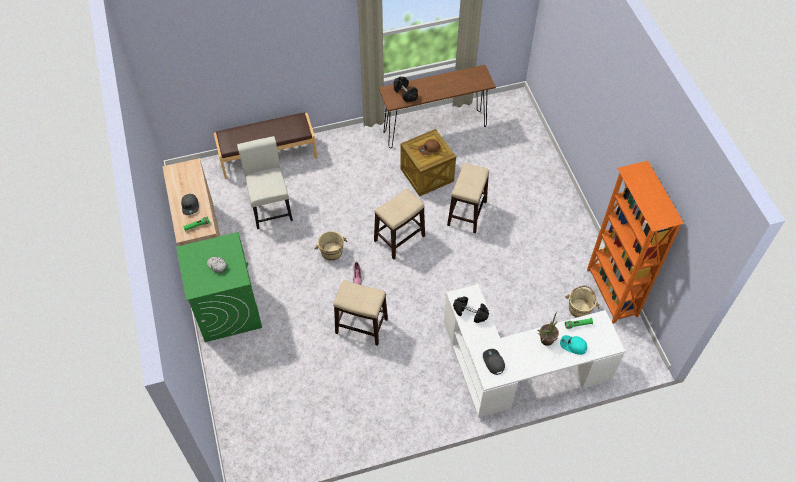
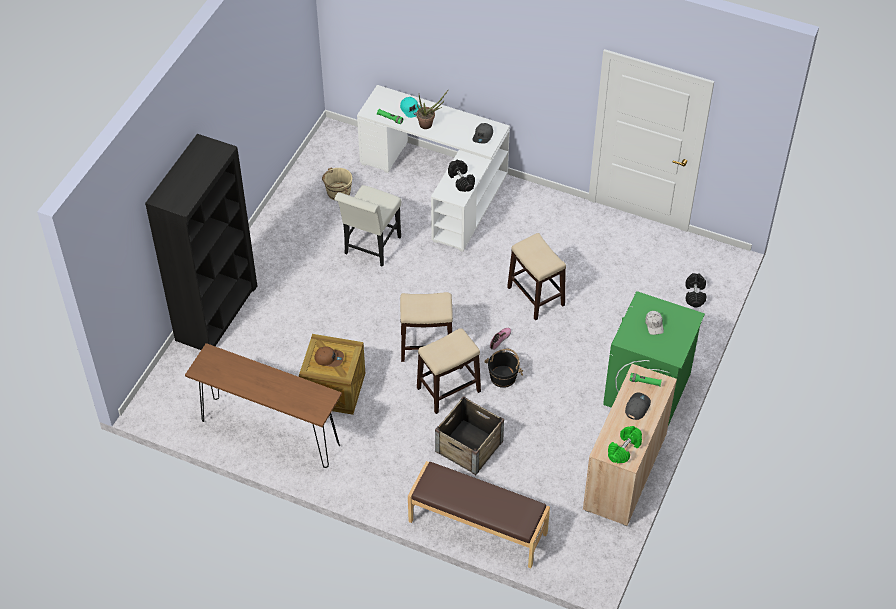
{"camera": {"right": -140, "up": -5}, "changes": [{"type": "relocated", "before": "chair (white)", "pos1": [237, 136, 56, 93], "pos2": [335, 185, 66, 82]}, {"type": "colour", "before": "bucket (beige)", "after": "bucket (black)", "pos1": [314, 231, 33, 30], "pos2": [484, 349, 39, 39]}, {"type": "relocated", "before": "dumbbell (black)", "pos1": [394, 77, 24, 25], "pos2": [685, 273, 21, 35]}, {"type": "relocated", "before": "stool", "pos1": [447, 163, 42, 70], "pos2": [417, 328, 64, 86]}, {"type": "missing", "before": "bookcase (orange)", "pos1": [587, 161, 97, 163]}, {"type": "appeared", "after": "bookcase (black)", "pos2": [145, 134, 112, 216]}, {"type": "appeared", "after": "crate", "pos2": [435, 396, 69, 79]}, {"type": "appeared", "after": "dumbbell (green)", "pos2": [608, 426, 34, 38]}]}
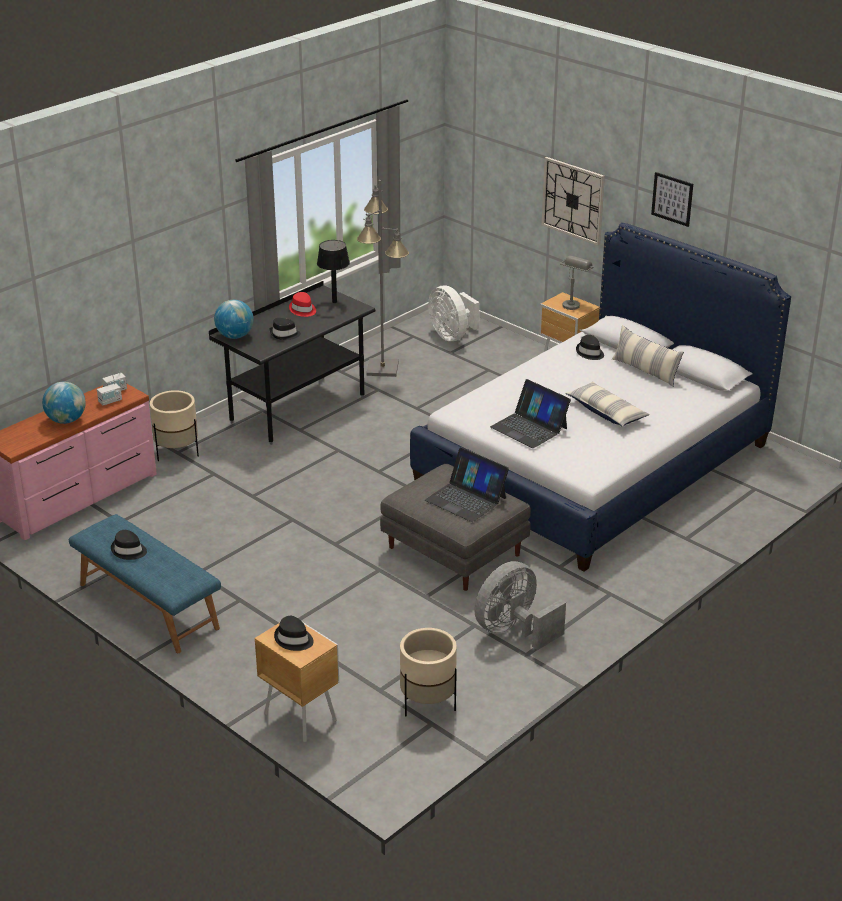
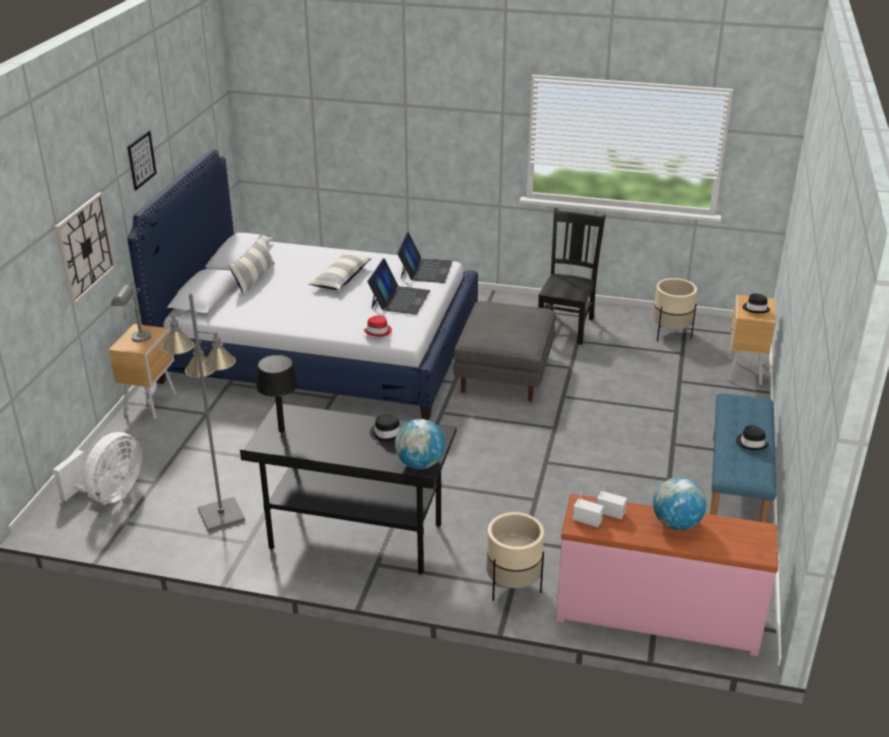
{"camera": {"right": -120, "up": 0}, "changes": [{"type": "relocated", "before": "hat (red)", "pos1": [289, 292, 27, 25], "pos2": [364, 315, 28, 22]}, {"type": "relocated", "before": "laptop", "pos1": [425, 447, 84, 75], "pos2": [397, 232, 55, 51]}, {"type": "exchanged", "before": "fan (grey)", "after": "chair (black)", "pos1": [474, 561, 92, 89], "pos2": [538, 208, 68, 137]}, {"type": "missing", "before": "hat (black)", "pos1": [576, 335, 28, 25]}]}
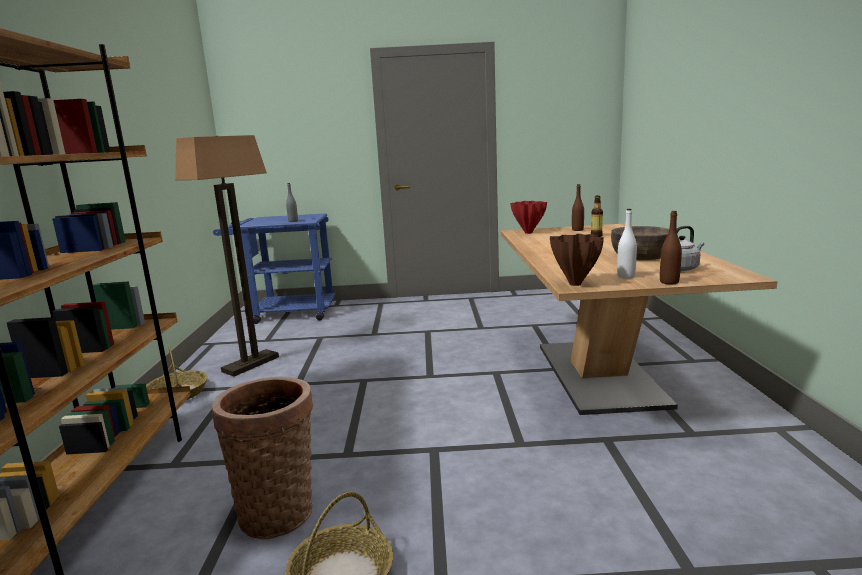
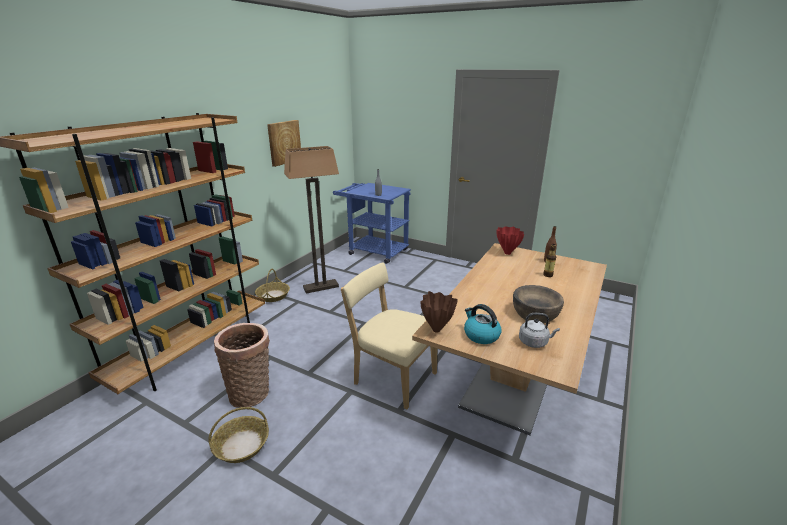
{"camera": {"right": 30, "up": 10}, "changes": [{"type": "exchanged", "before": "bottle (white)", "after": "kettle", "pos1": [617, 209, 20, 70], "pos2": [464, 304, 37, 40]}, {"type": "missing", "before": "bottle (brown)", "pos1": [660, 211, 22, 74]}, {"type": "appeared", "after": "picture", "pos2": [267, 120, 34, 47]}, {"type": "appeared", "after": "chair (beige)", "pos2": [341, 262, 96, 148]}]}
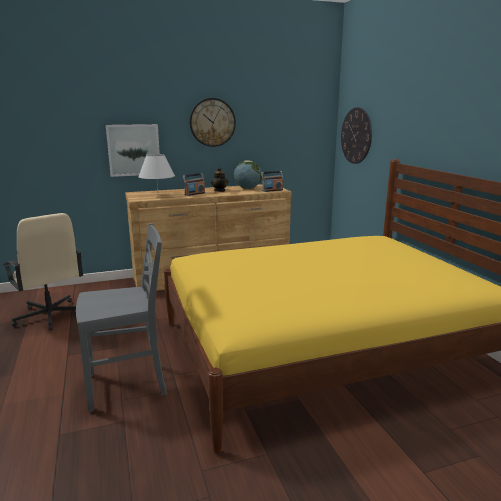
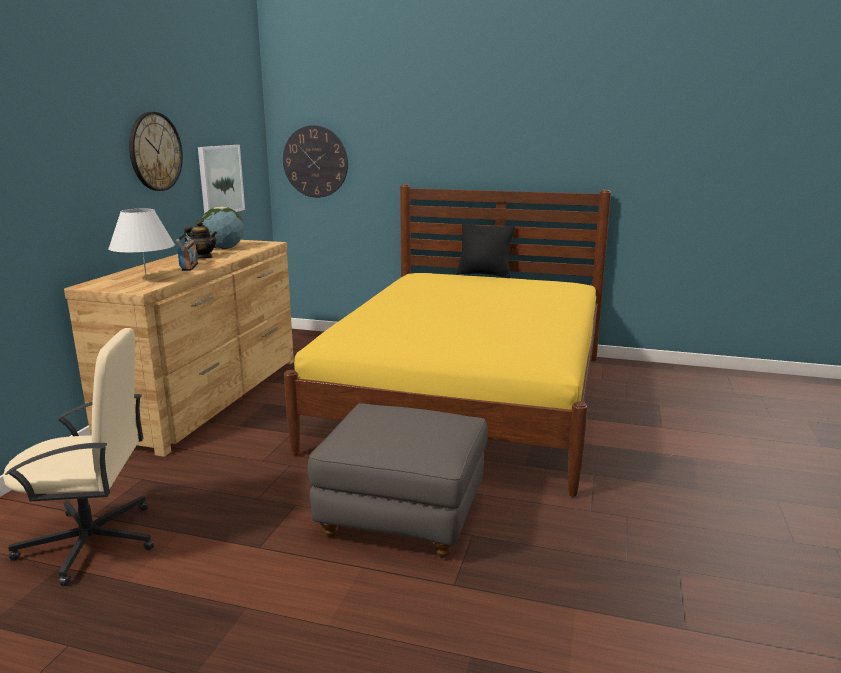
{"camera": {"right": -55, "up": 0}, "changes": [{"type": "exchanged", "before": "chair (grey)", "after": "ottoman (grey)", "pos1": [76, 223, 91, 189], "pos2": [308, 403, 180, 155]}, {"type": "relocated", "before": "picture", "pos1": [106, 124, 54, 53], "pos2": [198, 145, 47, 69]}, {"type": "missing", "before": "radio", "pos1": [261, 171, 22, 21]}, {"type": "appeared", "after": "pillow (black)", "pos2": [457, 223, 58, 55]}]}
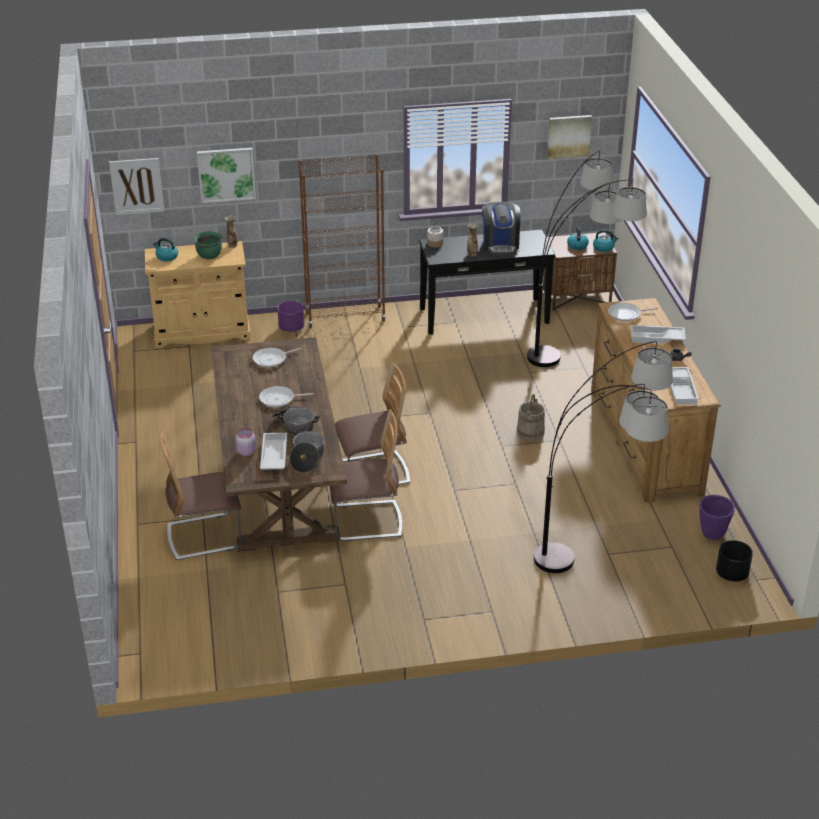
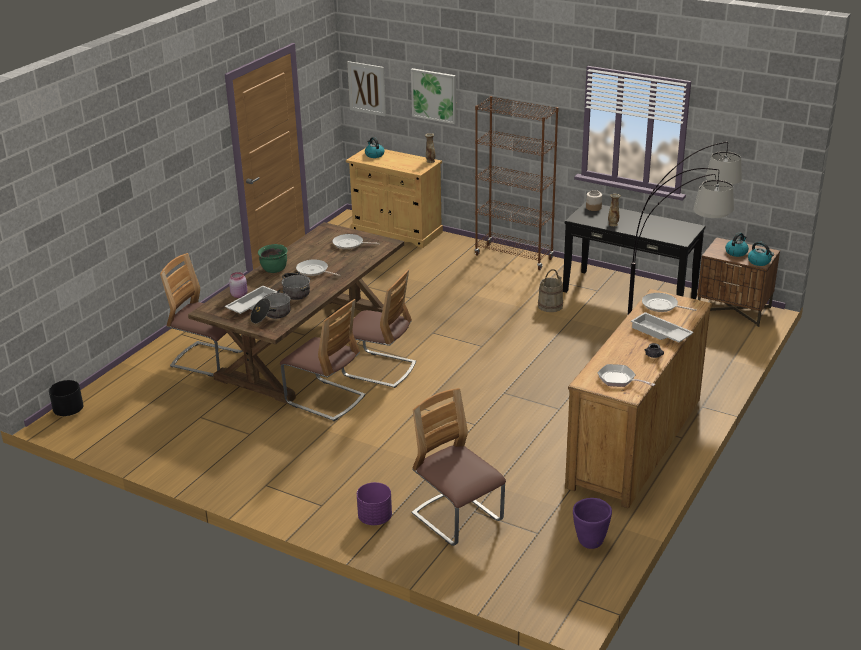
{"camera": {"right": 40, "up": -5}, "changes": [{"type": "relocated", "before": "cooking pot (green)", "pos1": [194, 231, 28, 28], "pos2": [258, 244, 30, 29]}, {"type": "relocated", "before": "planter (purple)", "pos1": [277, 301, 27, 31], "pos2": [357, 482, 35, 43]}, {"type": "missing", "before": "coffee machine", "pos1": [482, 202, 38, 53]}, {"type": "relocated", "before": "bucket (beige)", "pos1": [517, 394, 28, 47], "pos2": [538, 269, 25, 43]}, {"type": "exchanged", "before": "floor lamp", "after": "chair", "pos1": [534, 341, 139, 232], "pos2": [412, 388, 94, 158]}, {"type": "missing", "before": "picture", "pos1": [547, 115, 45, 44]}, {"type": "exchanged", "before": "tray (white)", "after": "frying pan", "pos1": [670, 367, 29, 38], "pos2": [597, 364, 59, 23]}, {"type": "relocated", "before": "planter (black)", "pos1": [716, 540, 37, 42], "pos2": [49, 380, 34, 36]}]}
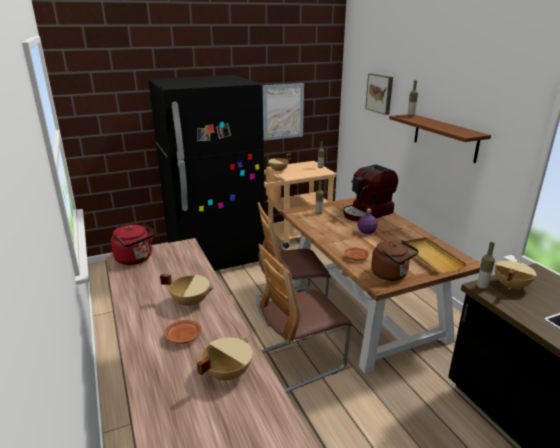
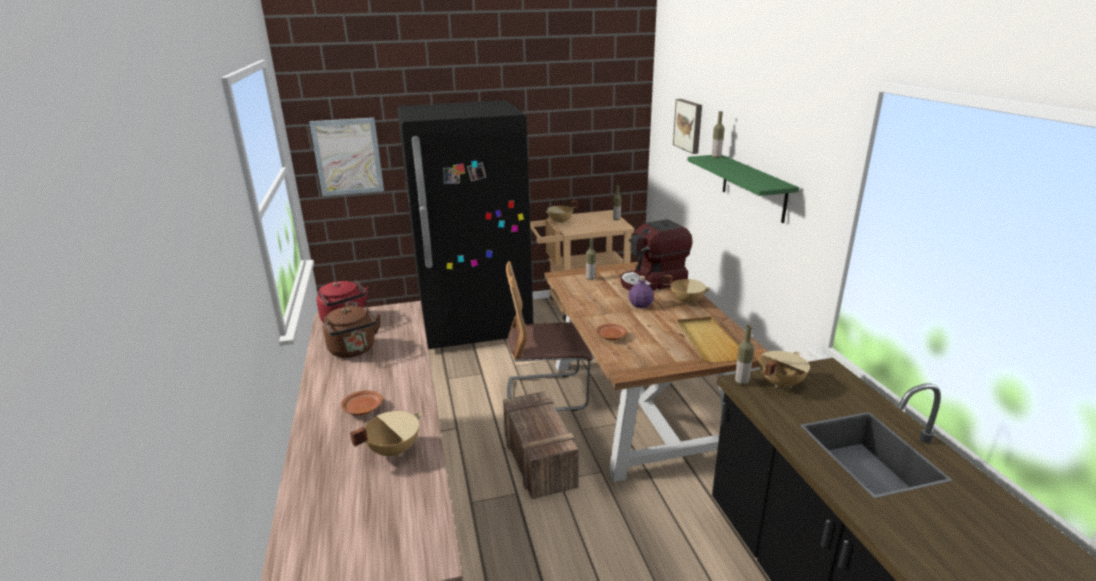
{"camera": {"right": 10, "up": 0}, "changes": [{"type": "relocated", "before": "cooking pot (beige)", "pos1": [160, 274, 54, 34], "pos2": [663, 275, 48, 30]}, {"type": "exchanged", "before": "chair", "after": "crate", "pos1": [259, 244, 93, 149], "pos2": [503, 391, 76, 108]}, {"type": "relocated", "before": "picture", "pos1": [263, 83, 41, 58], "pos2": [309, 118, 75, 78]}, {"type": "relocated", "before": "kettle (brown)", "pos1": [371, 240, 48, 41], "pos2": [323, 306, 58, 52]}, {"type": "colour", "before": "shelf (brown)", "after": "shelf (green)", "pos1": [389, 114, 102, 49], "pos2": [687, 155, 112, 68]}]}
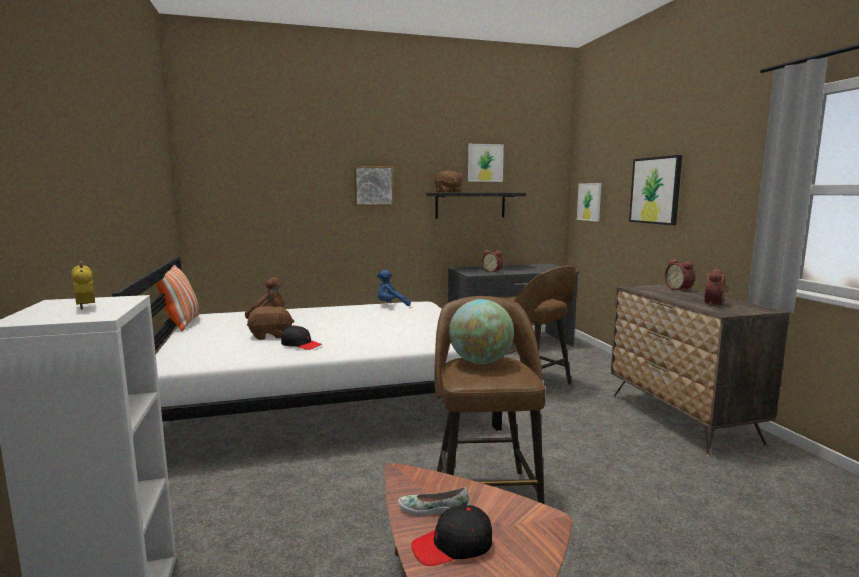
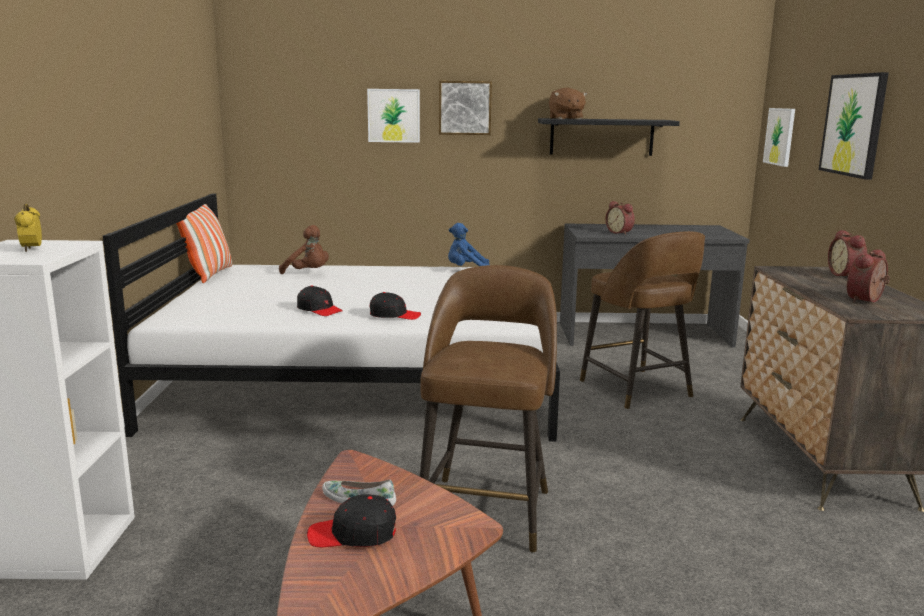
{"camera": {"right": 15, "up": 5}, "changes": [{"type": "missing", "before": "plush toy (brown)", "pos1": [247, 306, 48, 34]}, {"type": "missing", "before": "globe", "pos1": [449, 299, 65, 65]}, {"type": "relocated", "before": "picture", "pos1": [468, 144, 36, 38], "pos2": [367, 89, 53, 54]}, {"type": "appeared", "after": "cap (black)", "pos2": [370, 292, 51, 28]}]}
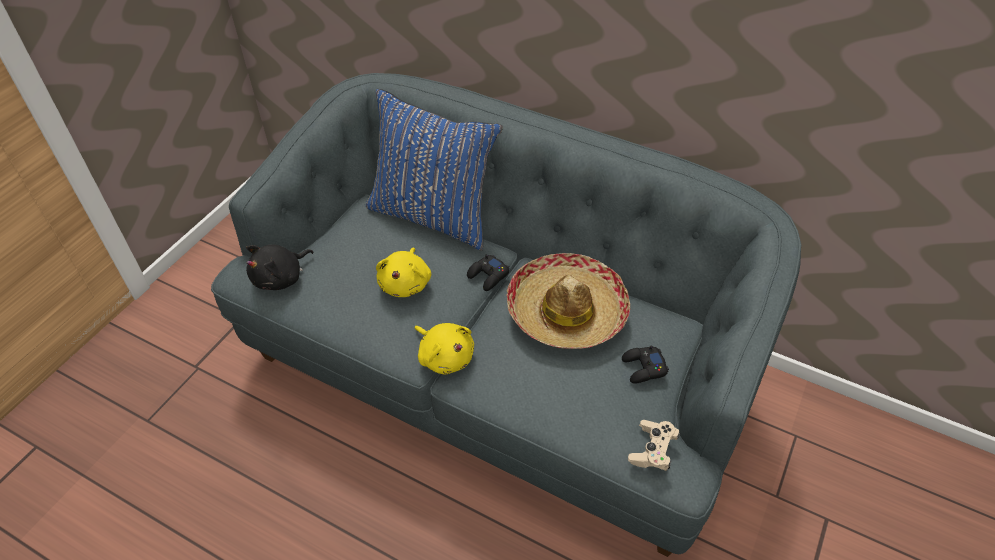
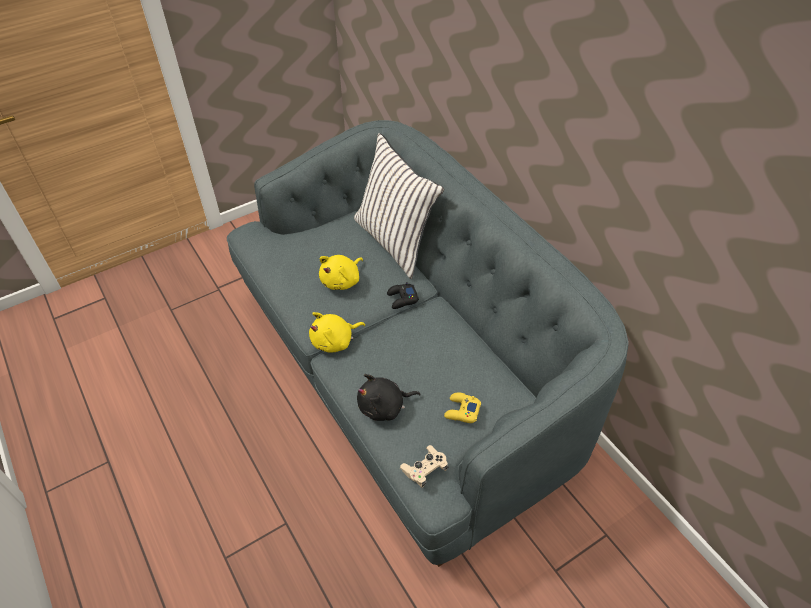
{"camera": {"right": 30, "up": 0}, "changes": [{"type": "relocated", "before": "plush toy (black)", "pos1": [246, 245, 67, 45], "pos2": [357, 374, 64, 47]}, {"type": "colour", "before": "pillow (blue)", "after": "pillow (white)", "pos1": [366, 89, 137, 162], "pos2": [354, 133, 90, 146]}, {"type": "spun", "before": "plush toy (yellow)", "pos1": [415, 323, 59, 52], "pos2": [309, 312, 56, 41], "turn": 75}, {"type": "missing", "before": "hat", "pos1": [506, 253, 124, 96]}, {"type": "colour", "before": "game controller (black)", "after": "game controller (yellow)", "pos1": [622, 345, 47, 39], "pos2": [444, 392, 37, 31]}]}
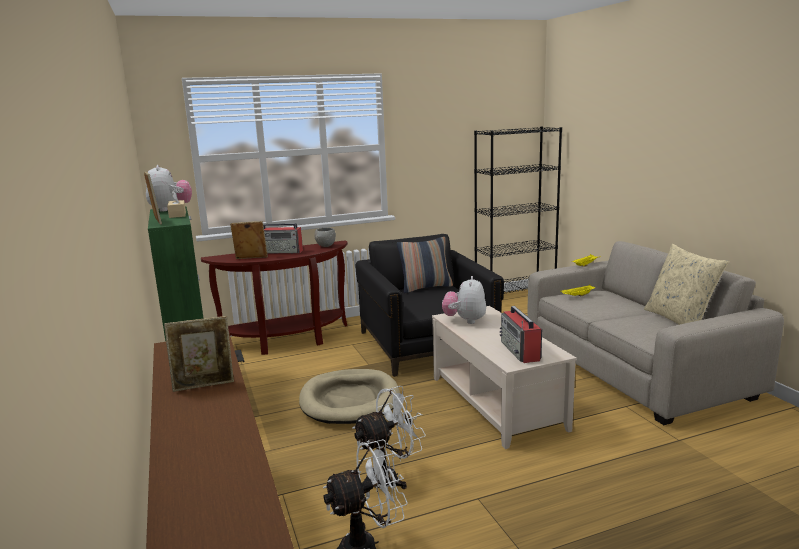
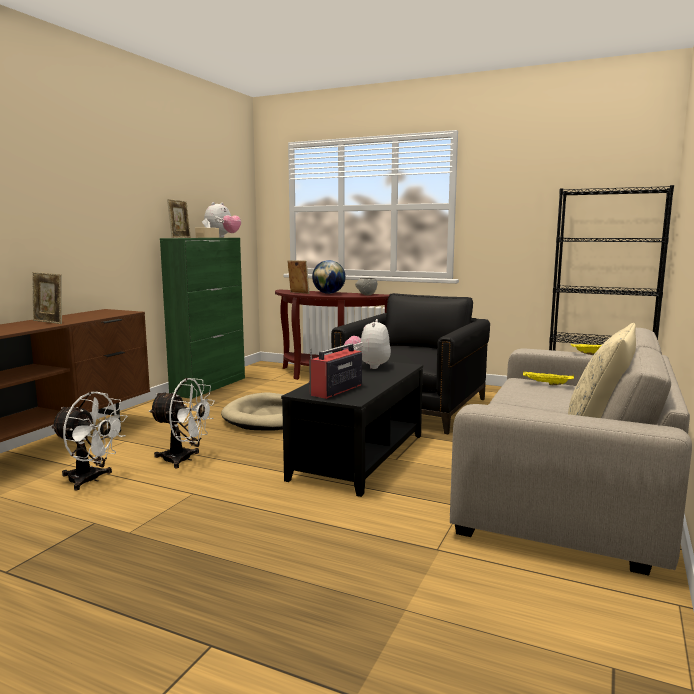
{"camera": {"right": 45, "up": -5}, "changes": [{"type": "exchanged", "before": "radio", "after": "globe", "pos1": [263, 223, 40, 31], "pos2": [312, 260, 34, 34]}, {"type": "missing", "before": "pillow", "pos1": [397, 237, 56, 56]}, {"type": "colour", "before": "coffee table (beige)", "after": "coffee table (black)", "pos1": [432, 306, 145, 143], "pos2": [281, 360, 142, 137]}, {"type": "spun", "before": "plush toy", "pos1": [442, 276, 44, 48], "pos2": [344, 319, 47, 50], "turn": -45}]}
